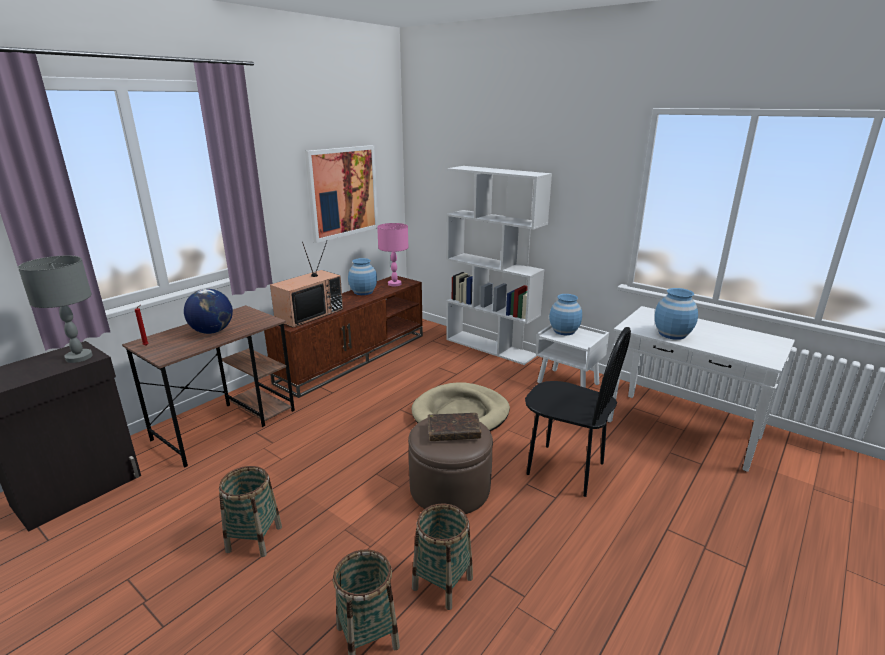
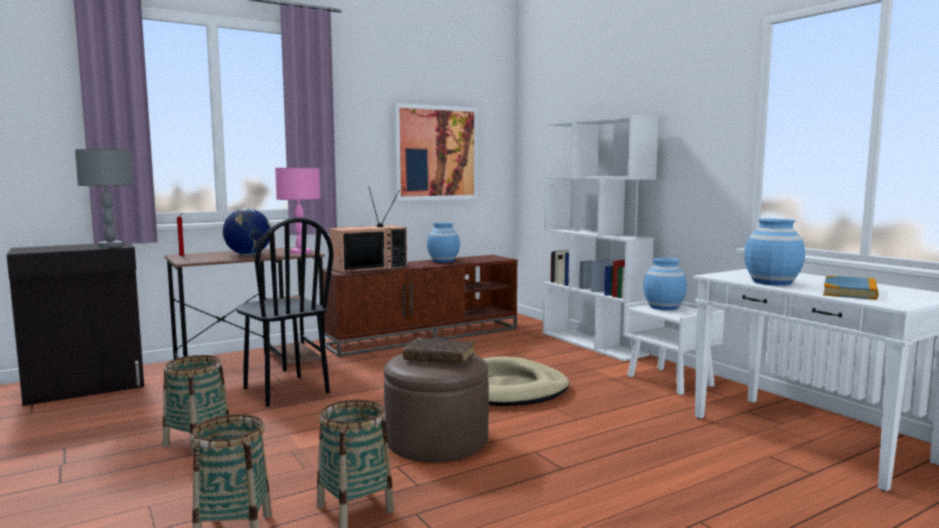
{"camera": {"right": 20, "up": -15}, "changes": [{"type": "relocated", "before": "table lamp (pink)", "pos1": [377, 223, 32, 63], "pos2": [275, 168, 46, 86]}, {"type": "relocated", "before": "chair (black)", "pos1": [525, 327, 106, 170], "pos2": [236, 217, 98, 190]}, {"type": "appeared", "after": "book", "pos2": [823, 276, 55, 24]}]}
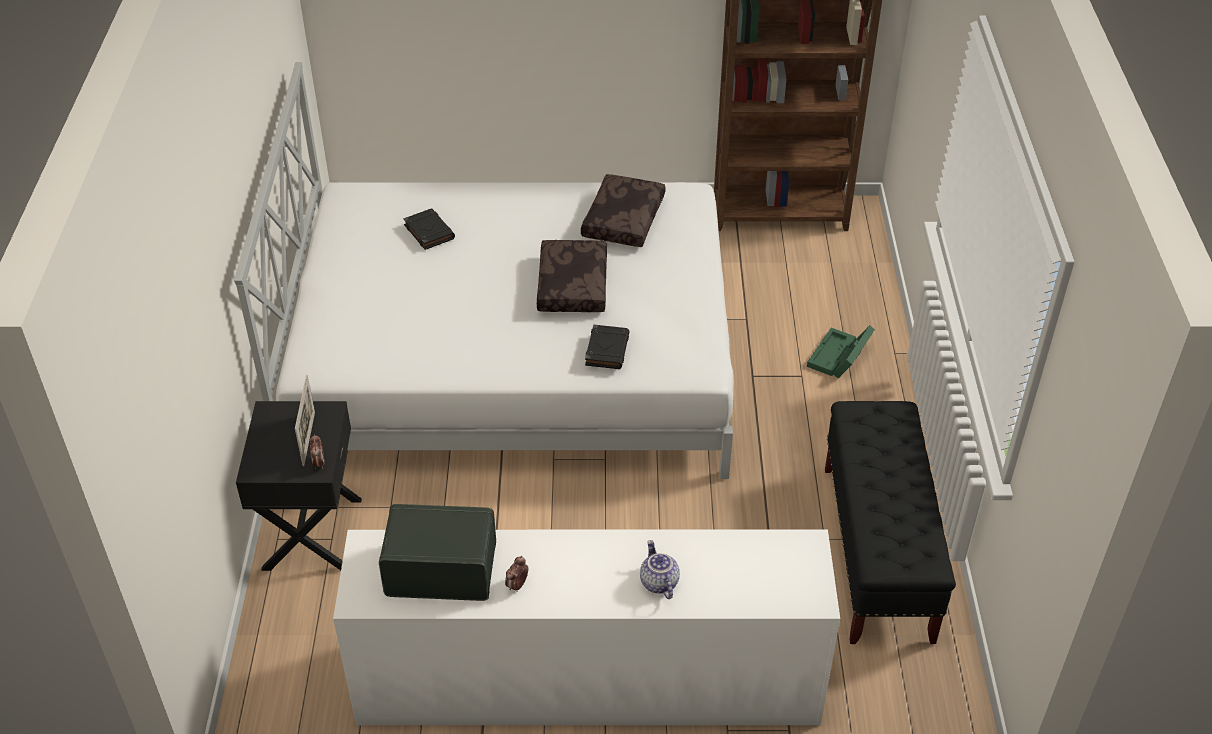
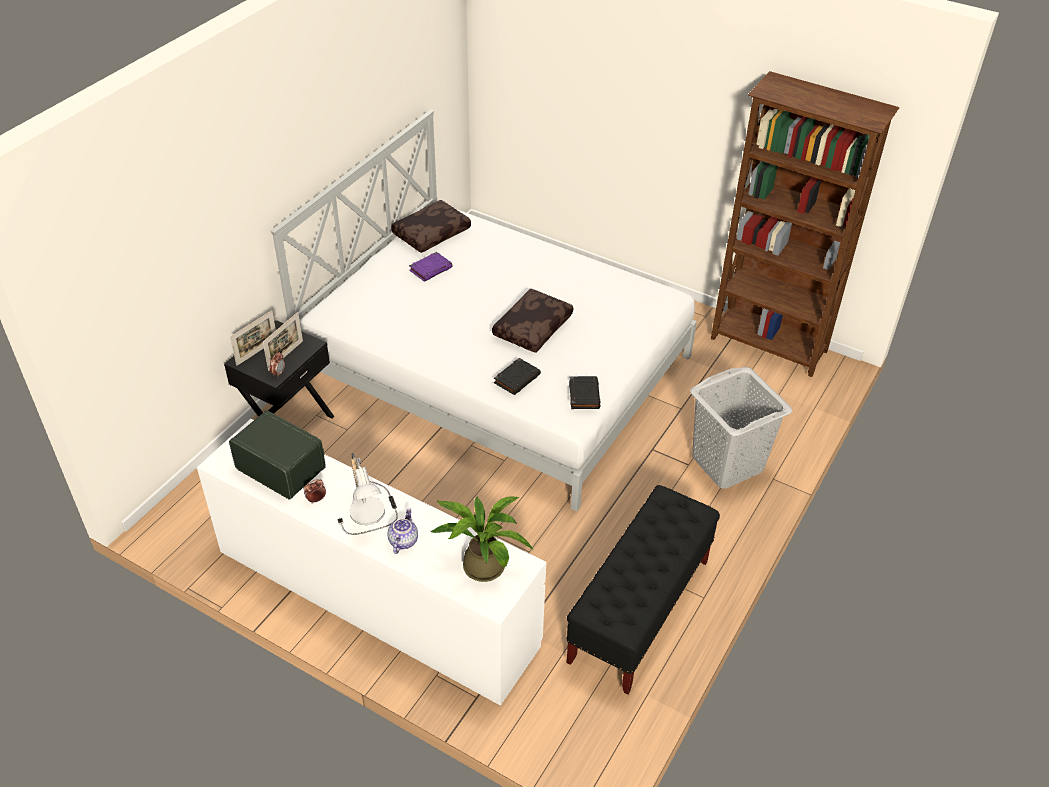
{"camera": {"right": 30, "up": 0}, "changes": [{"type": "relocated", "before": "book (black)", "pos1": [403, 208, 52, 42], "pos2": [569, 376, 32, 33]}, {"type": "relocated", "before": "pillow (brown)", "pos1": [581, 174, 85, 73], "pos2": [391, 200, 80, 53]}, {"type": "exchanged", "before": "storage box (green)", "after": "laundry basket (grey)", "pos1": [807, 325, 68, 53], "pos2": [690, 367, 102, 122]}, {"type": "appeared", "after": "picture frame", "pos2": [230, 310, 46, 56]}, {"type": "appeared", "after": "table lamp", "pos2": [338, 453, 60, 82]}, {"type": "appeared", "after": "book (purple)", "pos2": [409, 252, 44, 30]}, {"type": "appeared", "after": "potted plant", "pos2": [431, 496, 103, 86]}]}
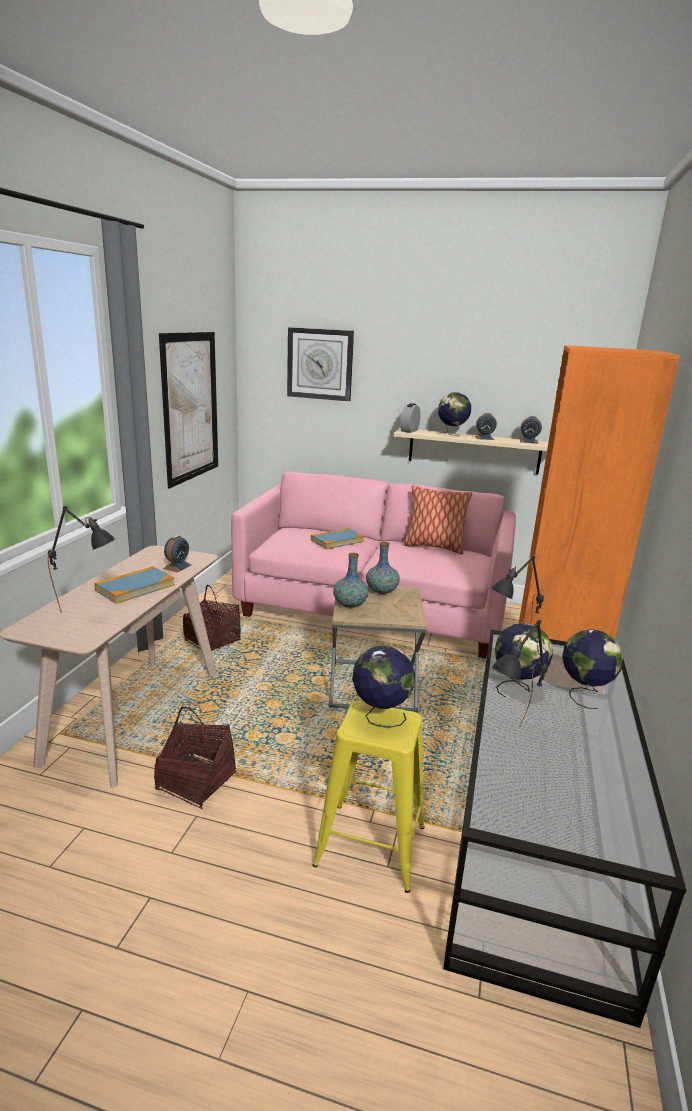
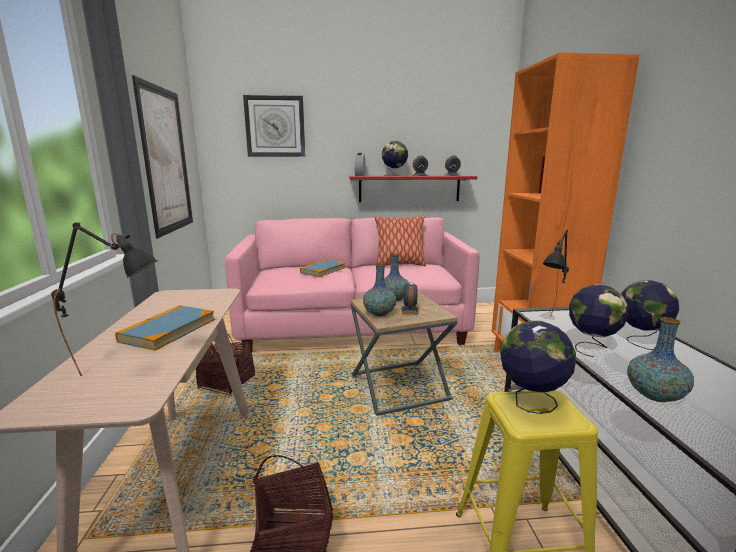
{"camera": {"right": -20, "up": -5}, "changes": [{"type": "relocated", "before": "alarm clock", "pos1": [163, 535, 29, 37], "pos2": [402, 282, 17, 33]}, {"type": "colour", "before": "shelf (beige)", "after": "shelf (red)", "pos1": [394, 428, 154, 46], "pos2": [349, 175, 128, 27]}, {"type": "exchanged", "before": "table lamp (black)", "after": "vase", "pos1": [491, 620, 57, 108], "pos2": [627, 317, 67, 85]}]}
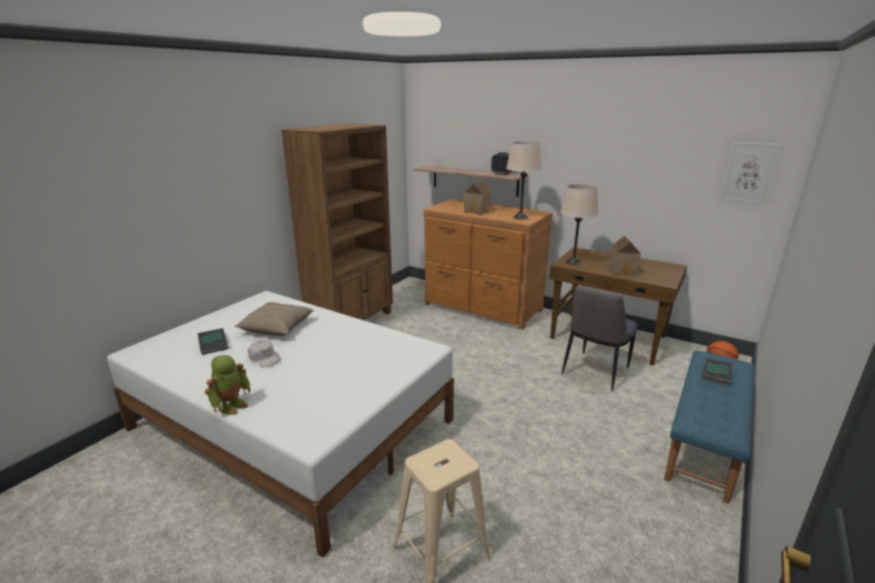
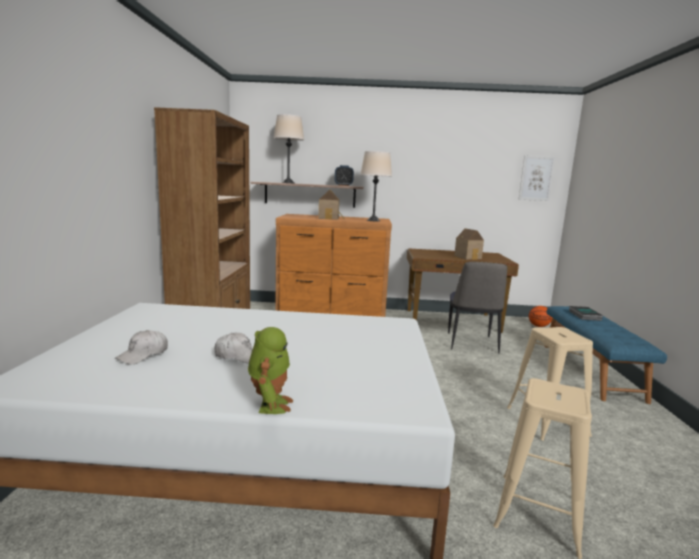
{"camera": {"right": -30, "up": -10}, "changes": [{"type": "exchanged", "before": "book", "after": "cap (white)", "pos1": [198, 328, 30, 27], "pos2": [115, 330, 53, 35]}, {"type": "missing", "before": "pillow (beige)", "pos1": [235, 302, 79, 34]}, {"type": "relocated", "before": "table lamp (beige)", "pos1": [560, 184, 39, 81], "pos2": [273, 114, 31, 69]}, {"type": "appeared", "after": "stool (beige)", "pos2": [507, 327, 86, 114]}]}
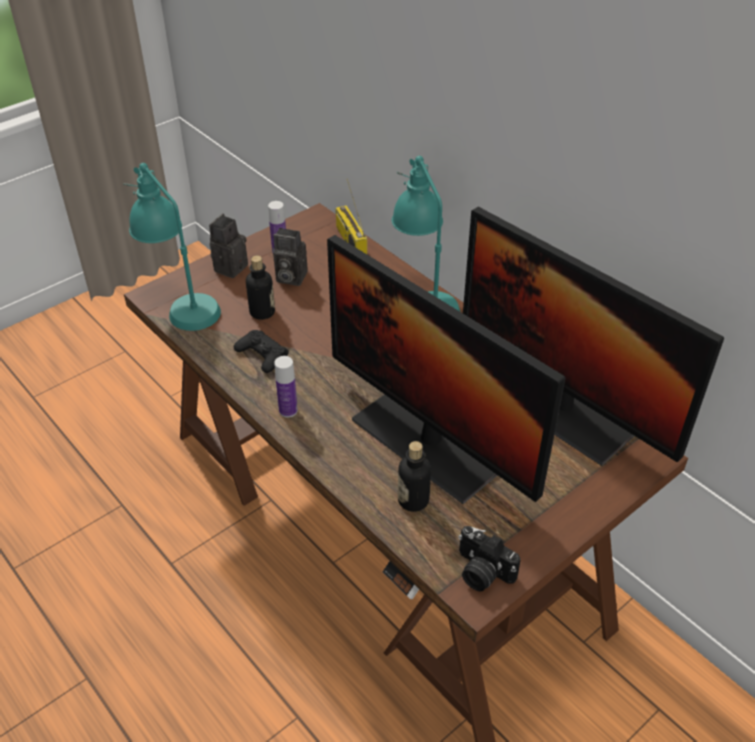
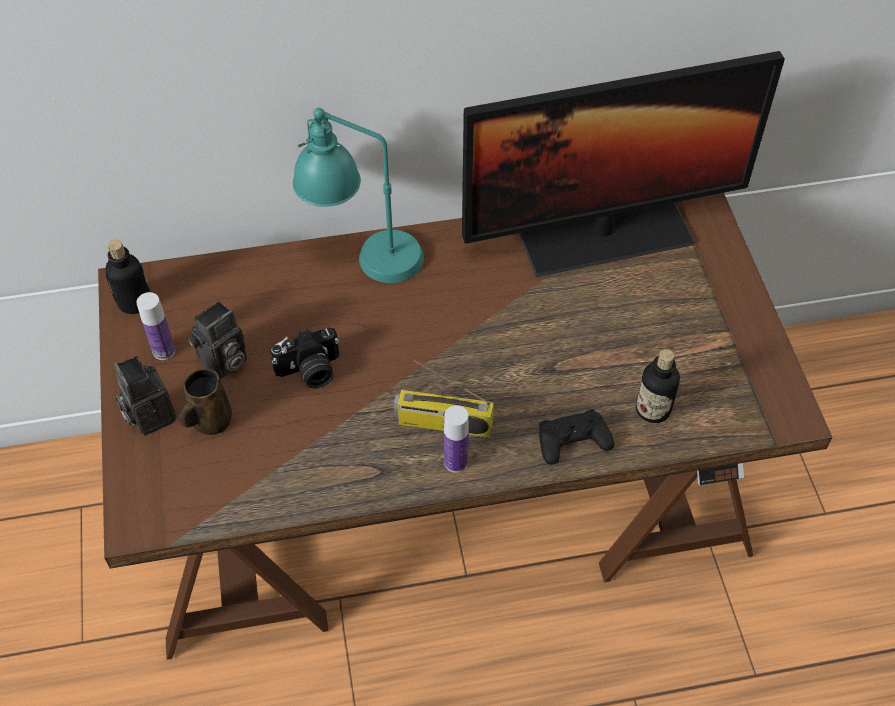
{"camera": {"right": -60, "up": 10}, "changes": [{"type": "missing", "before": "table lamp (turquoise)", "pos1": [123, 163, 98, 168]}, {"type": "relocated", "before": "game controller (black)", "pos1": [234, 330, 55, 43], "pos2": [539, 409, 75, 55]}, {"type": "relocated", "before": "bottle", "pos1": [246, 256, 29, 64], "pos2": [105, 240, 45, 74]}, {"type": "missing", "before": "monitor", "pos1": [327, 235, 238, 269]}, {"type": "relocated", "before": "radio", "pos1": [336, 179, 31, 75], "pos2": [394, 360, 100, 77]}, {"type": "relocated", "before": "photo camera", "pos1": [458, 526, 63, 65], "pos2": [270, 328, 69, 60]}, {"type": "appeared", "after": "mug (brown)", "pos2": [179, 368, 53, 67]}]}
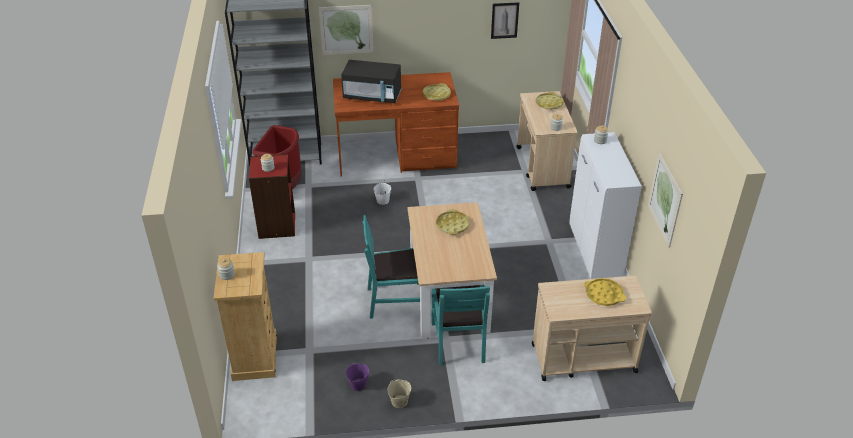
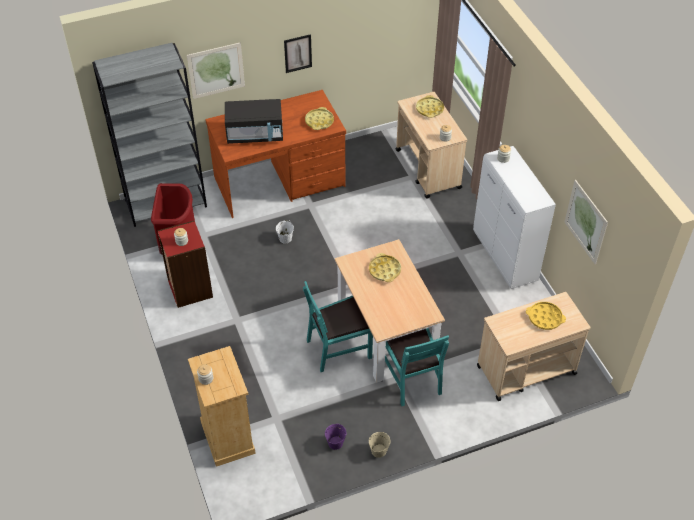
{"camera": {"right": -15, "up": 10}, "changes": [{"type": "relocated", "before": "picture", "pos1": [491, 2, 28, 37], "pos2": [284, 34, 28, 39]}]}
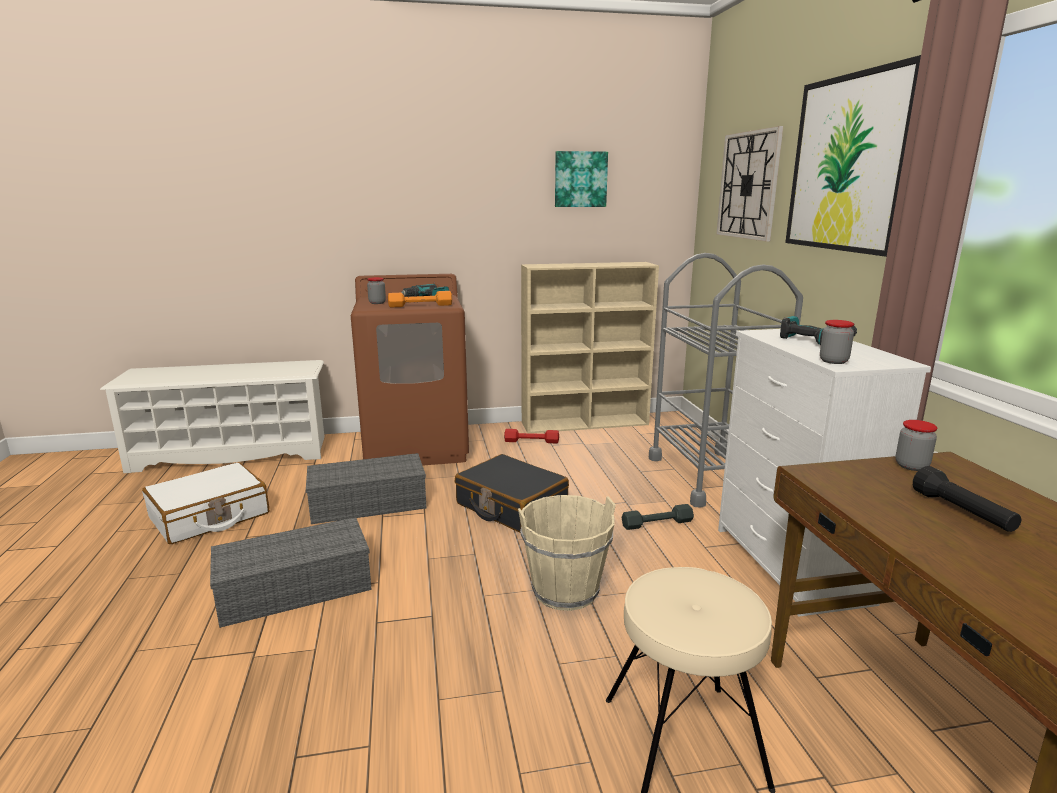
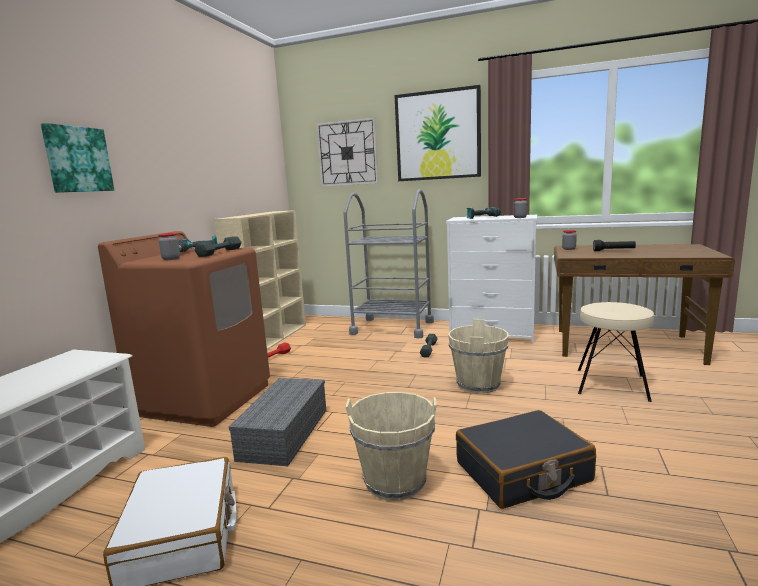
{"camera": {"right": -60, "up": -5}, "changes": [{"type": "exchanged", "before": "storage box (grey)", "after": "bucket (beige)", "pos1": [210, 517, 162, 111], "pos2": [346, 392, 91, 109]}, {"type": "colour", "before": "dumbbell (orange)", "after": "dumbbell (grey)", "pos1": [388, 291, 64, 16], "pos2": [194, 236, 48, 21]}, {"type": "relocated", "before": "suitcase (black)", "pos1": [455, 454, 114, 78], "pos2": [456, 410, 140, 99]}, {"type": "relocated", "before": "picture", "pos1": [555, 151, 53, 56], "pos2": [41, 123, 73, 70]}]}
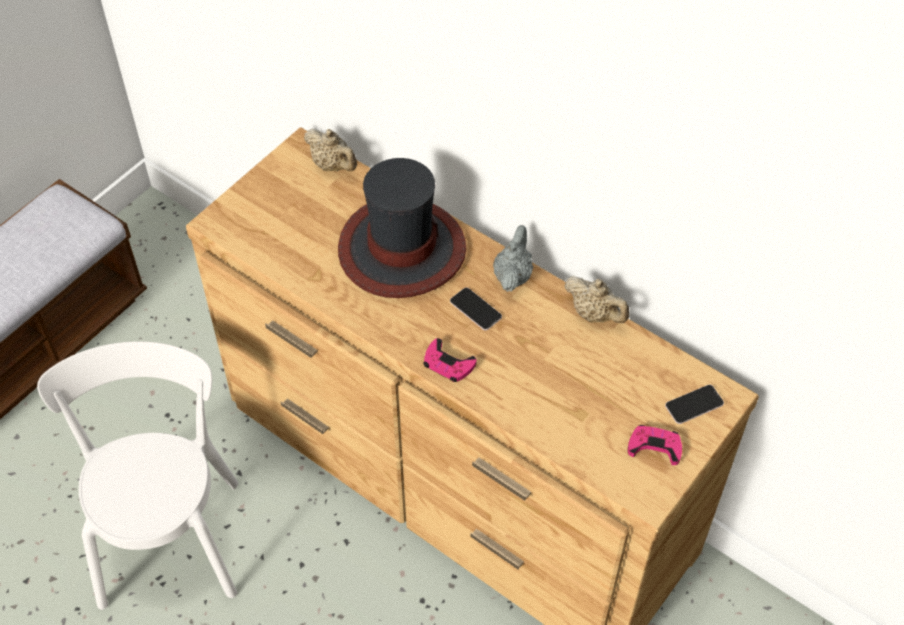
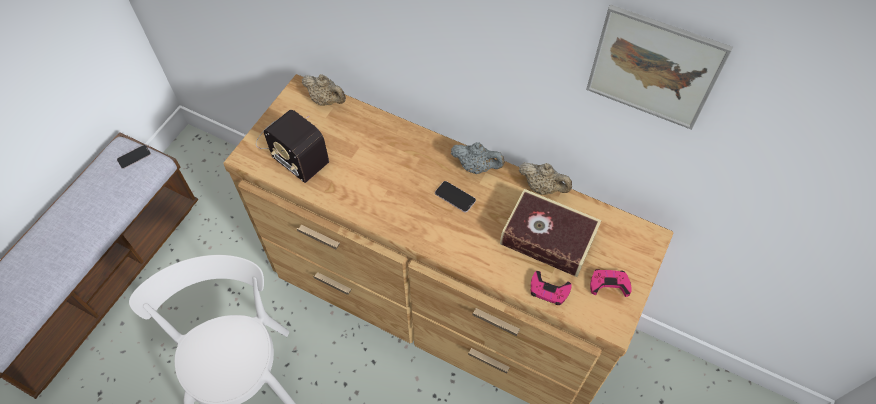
{"camera": {"right": -10, "up": 5}, "changes": [{"type": "missing", "before": "hat", "pos1": [338, 158, 128, 140]}, {"type": "relocated", "before": "game controller (pink)", "pos1": [423, 338, 53, 44], "pos2": [531, 271, 41, 34]}, {"type": "spun", "before": "teapot (grey)", "pos1": [493, 225, 40, 67], "pos2": [451, 142, 54, 32], "turn": 105}, {"type": "relocated", "before": "phone", "pos1": [665, 385, 59, 39], "pos2": [117, 145, 34, 24]}, {"type": "appeared", "after": "radio", "pos2": [256, 110, 73, 73]}, {"type": "appeared", "after": "book", "pos2": [500, 189, 102, 88]}, {"type": "appeared", "after": "picture", "pos2": [586, 5, 147, 125]}]}
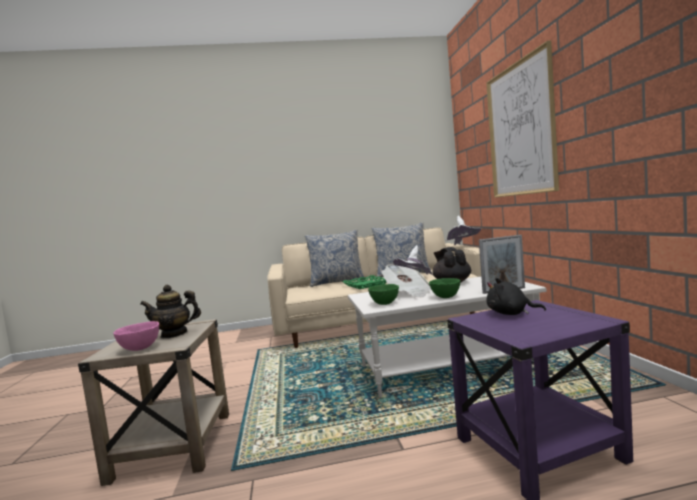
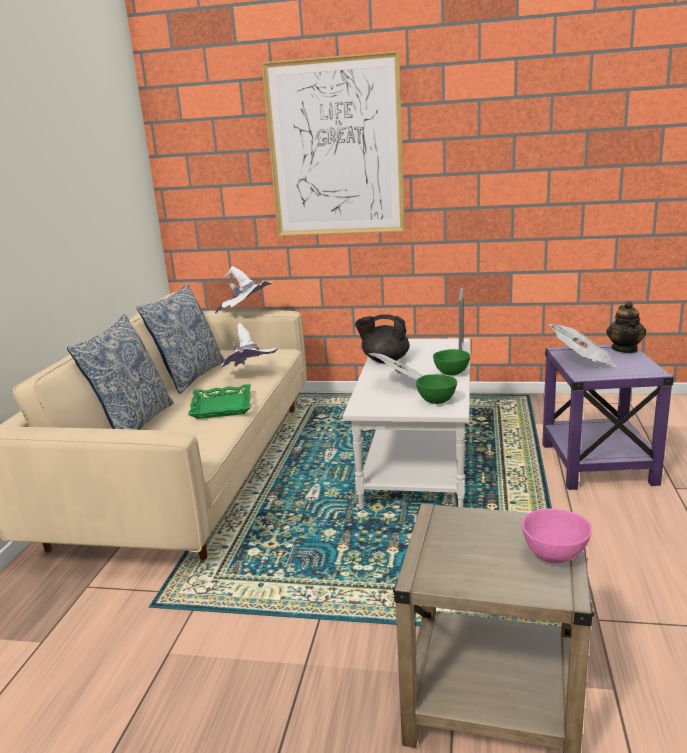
{"camera": {"right": -70, "up": 15}, "changes": [{"type": "relocated", "before": "teapot", "pos1": [140, 285, 61, 53], "pos2": [606, 301, 40, 52]}, {"type": "exchanged", "before": "plush toy (black)", "after": "newspaper", "pos1": [486, 278, 60, 37], "pos2": [549, 324, 68, 43]}]}
